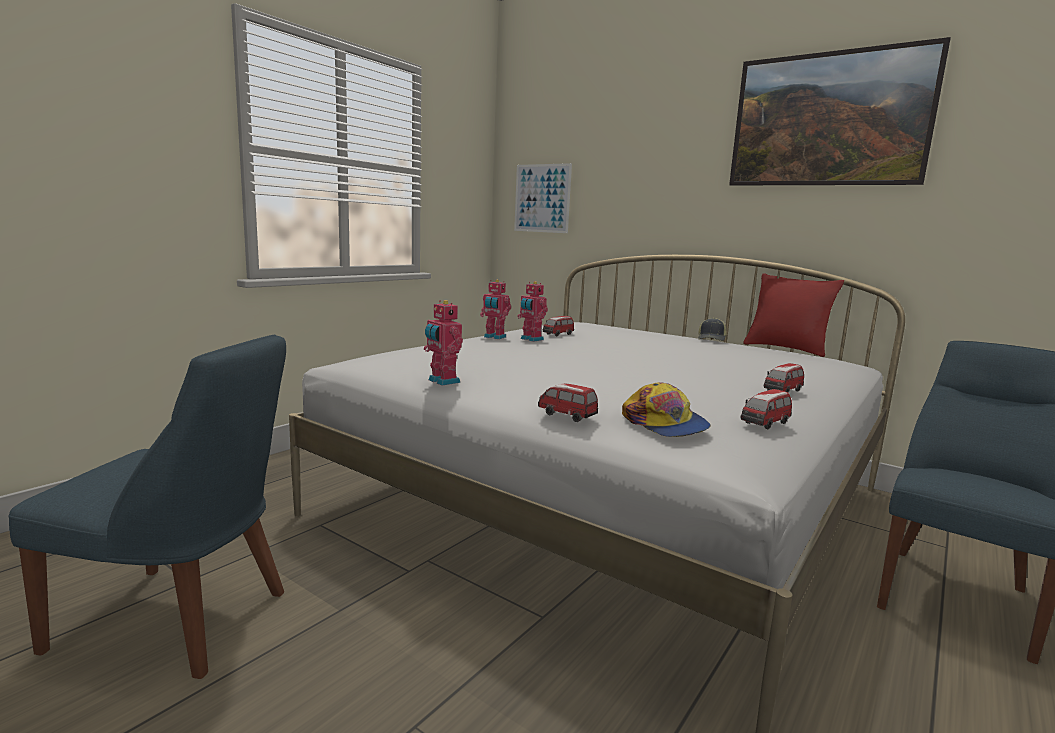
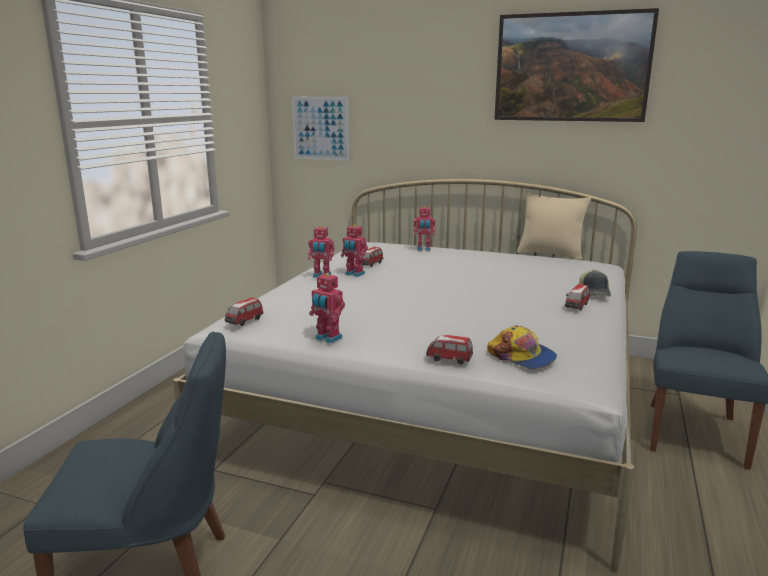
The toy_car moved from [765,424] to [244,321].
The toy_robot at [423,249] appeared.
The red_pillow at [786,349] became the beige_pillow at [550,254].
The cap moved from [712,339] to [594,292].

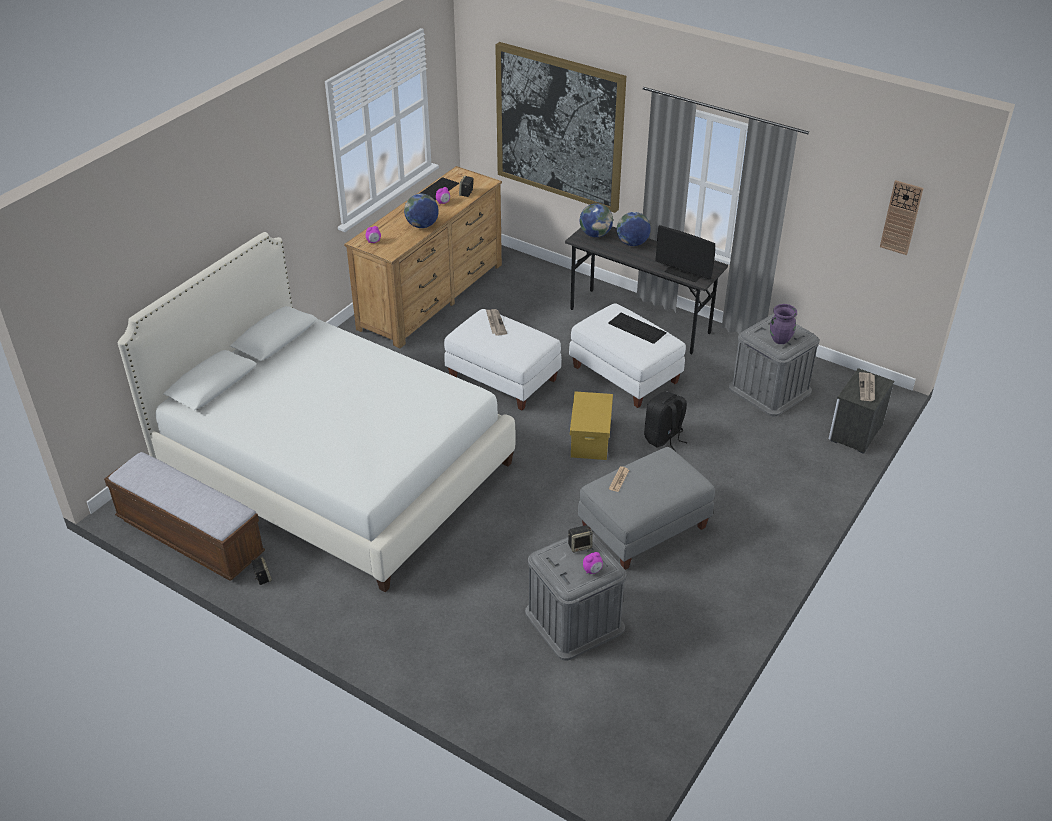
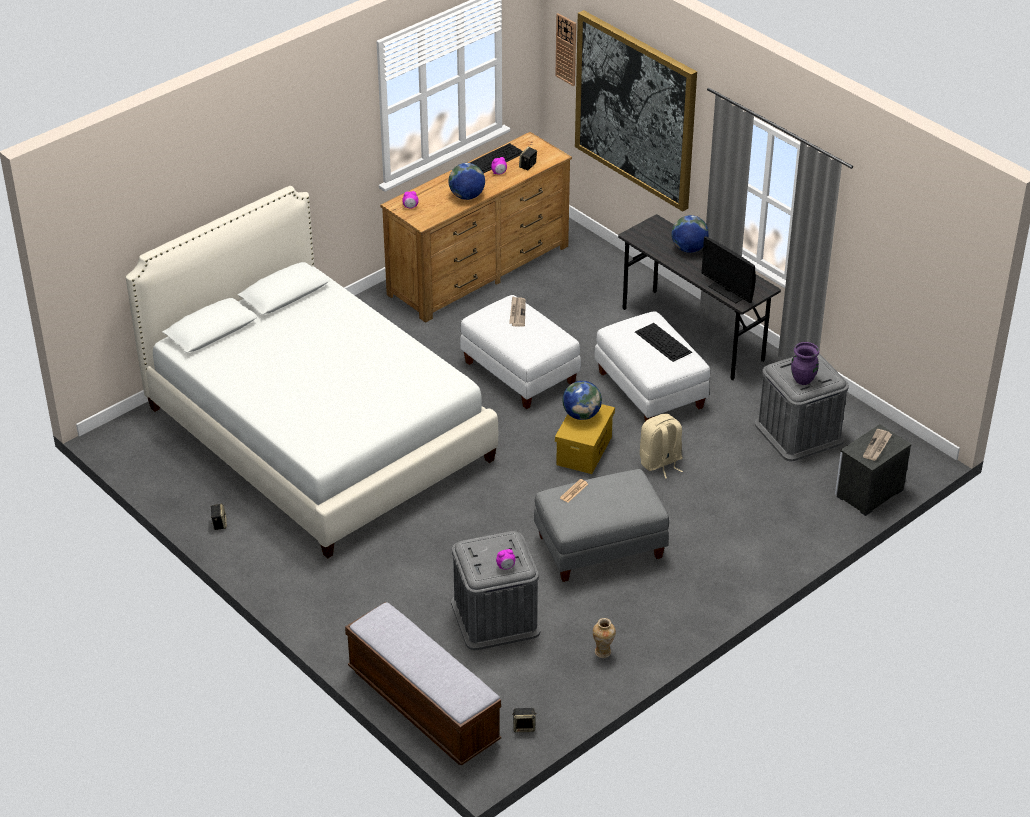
The bench moved from [190,537] to [423,705].
The speaker moved from [580,545] to [524,727].
The wall_clock moved from [901,217] to [566,49].
The globe moved from [595,234] to [581,415].
The vase at [603,652] appeared.
The black_backpack at [664,438] became the beige_backpack at [661,463].

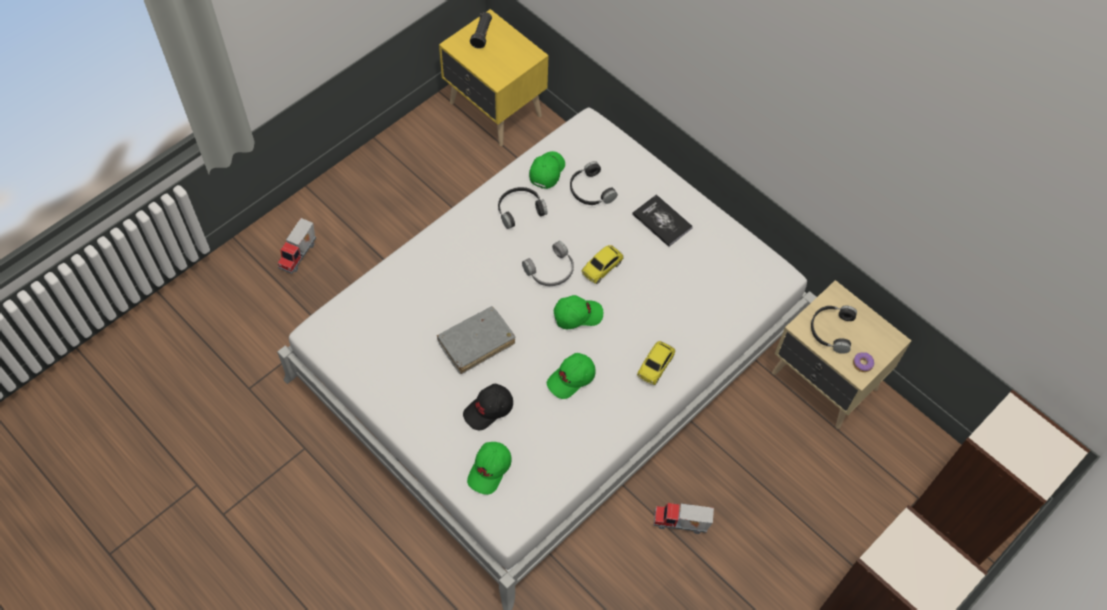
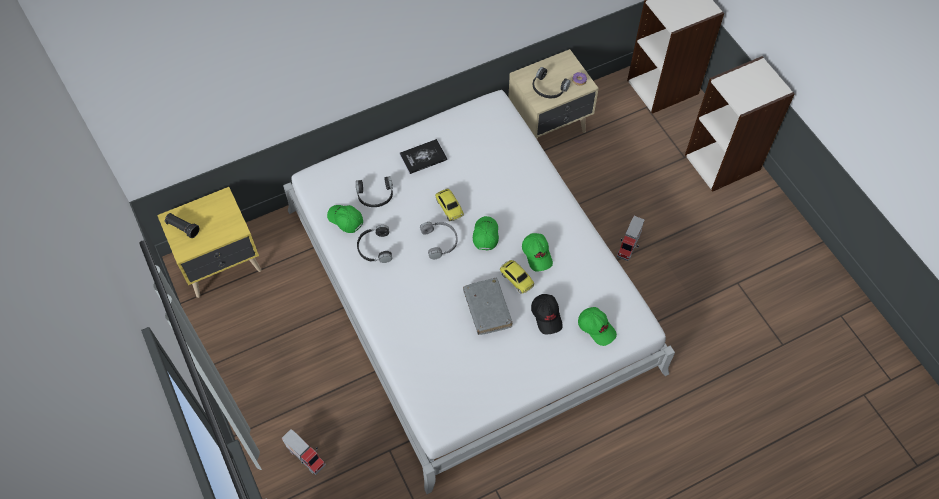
The toy_car moved from [656,365] to [516,279].

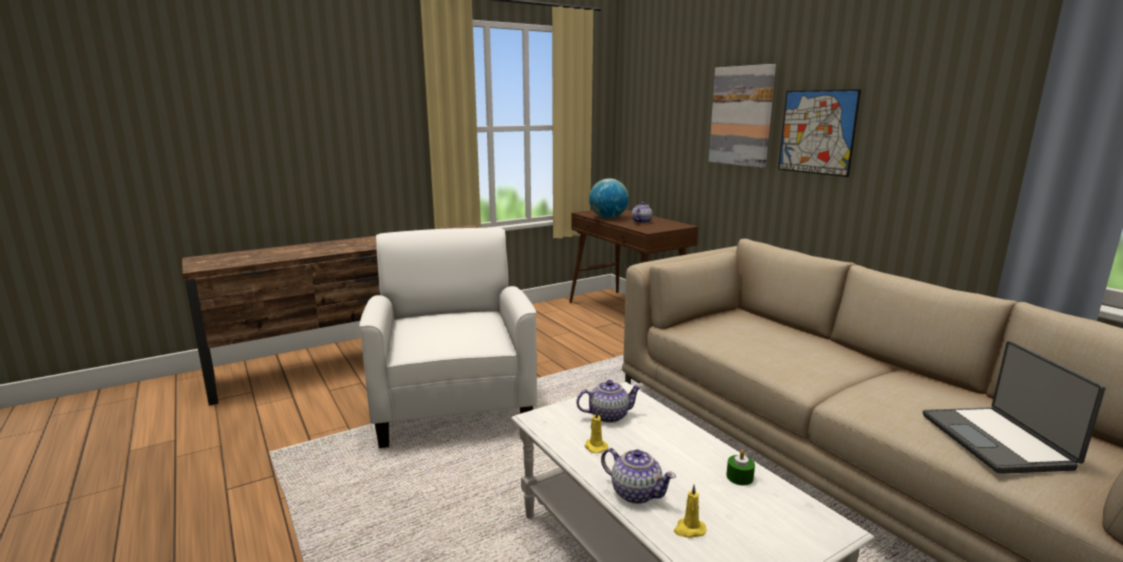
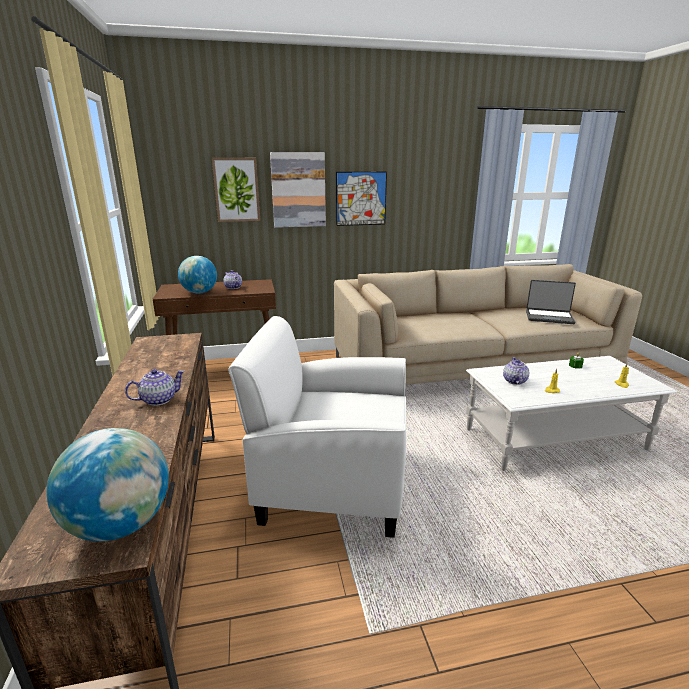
The globe at [121,524] appeared.
The teapot moved from [635,492] to [158,400].
The picture at [236,190] appeared.

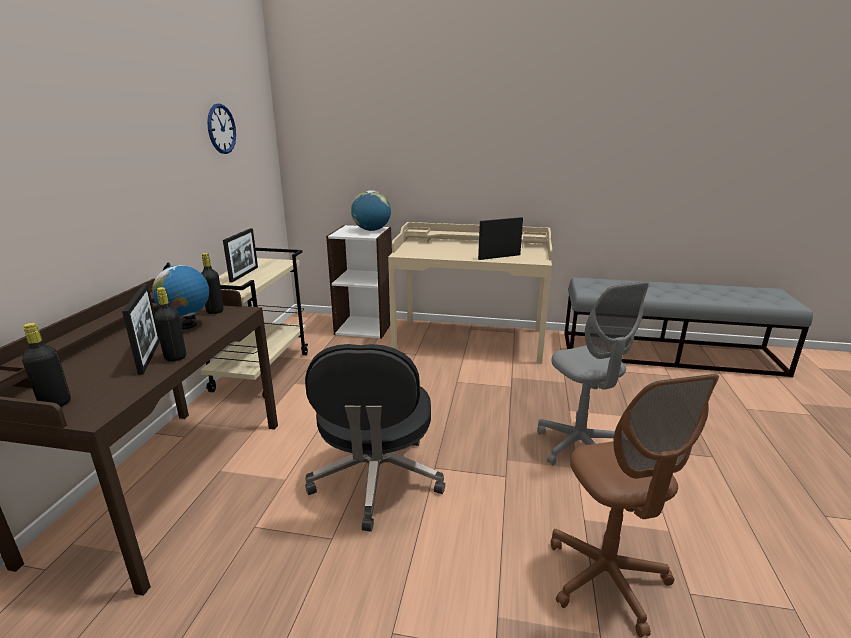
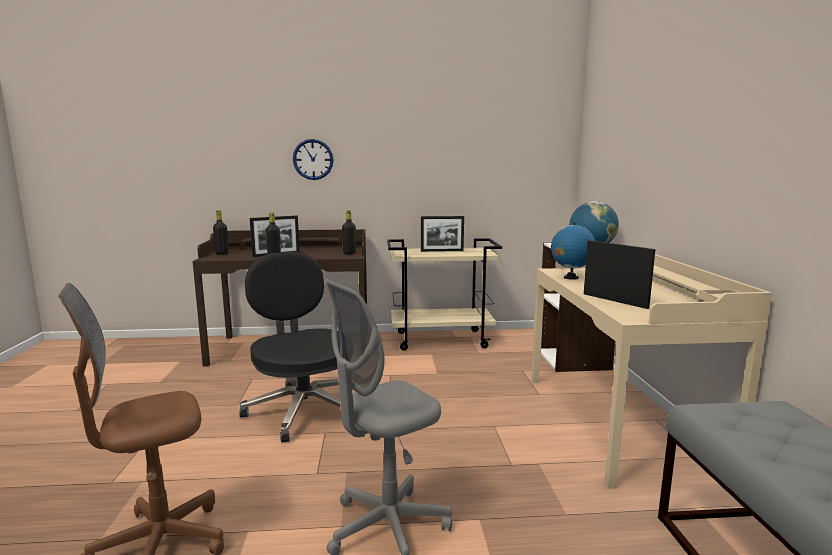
The black_office_chair at [376,480] turned 75 degrees clockwise.
The wall_clock moved from [221,129] to [313,159].
The globe moved from [188,326] to [570,278].

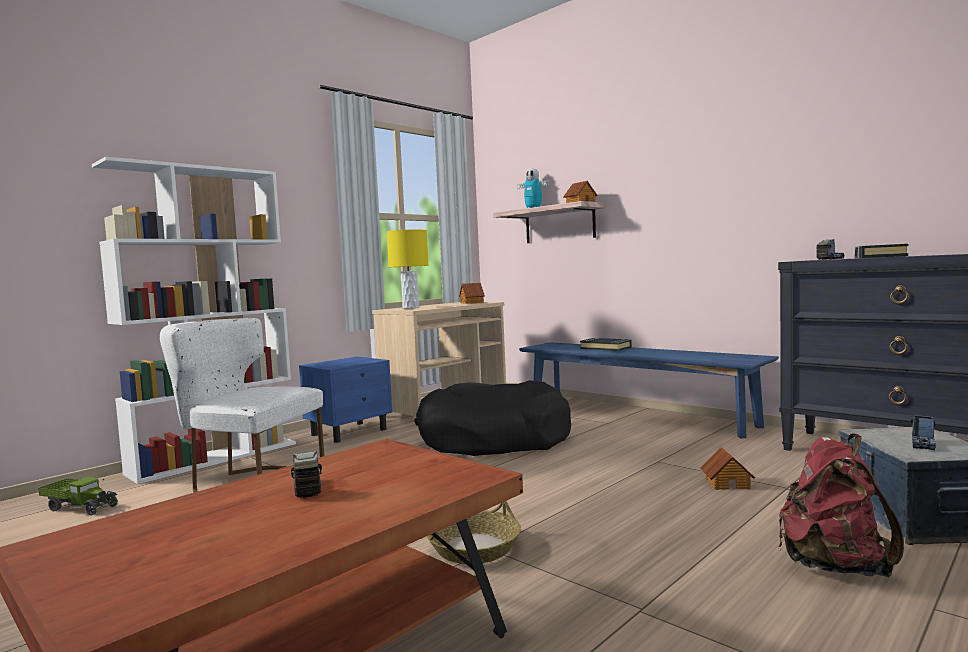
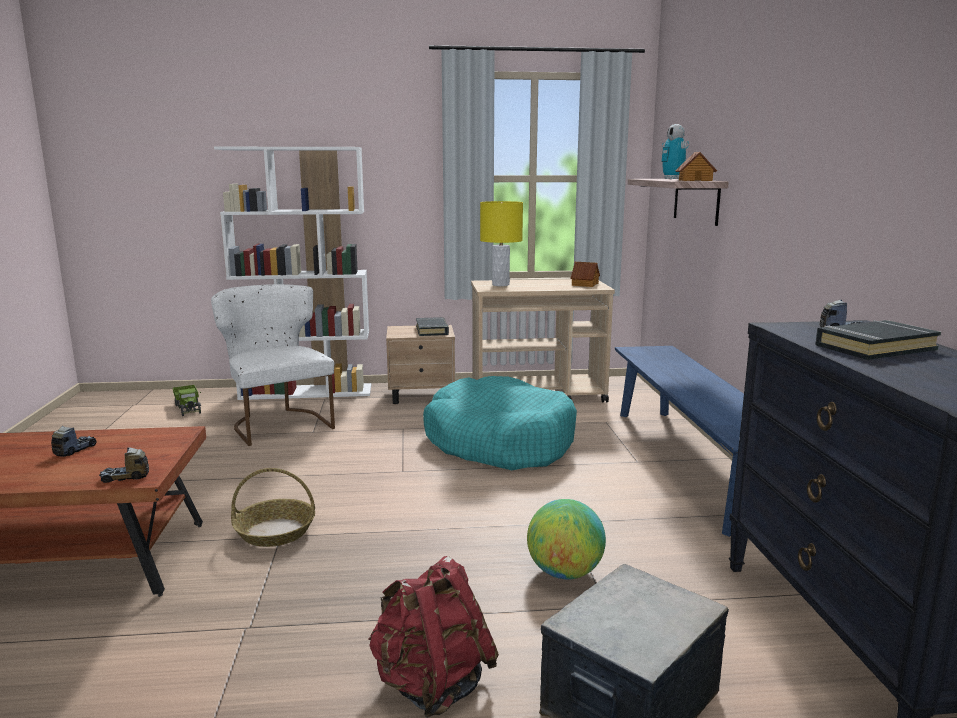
The toy_truck moved from [923,444] to [125,477].
The blue_nightstand at [350,432] became the beige_nightstand at [422,396].
The black_book moved from [606,348] to [432,330].
The black_dog_bed at [494,439] became the turquoise_dog_bed at [499,442].
The toy_house at [727,483] was replaced by the globe at [565,573].

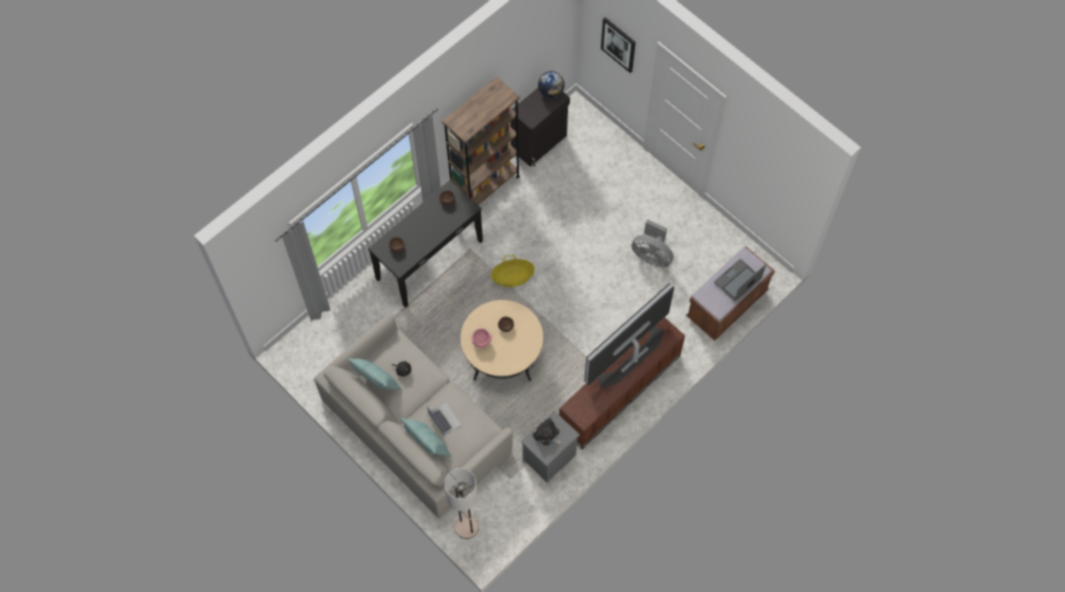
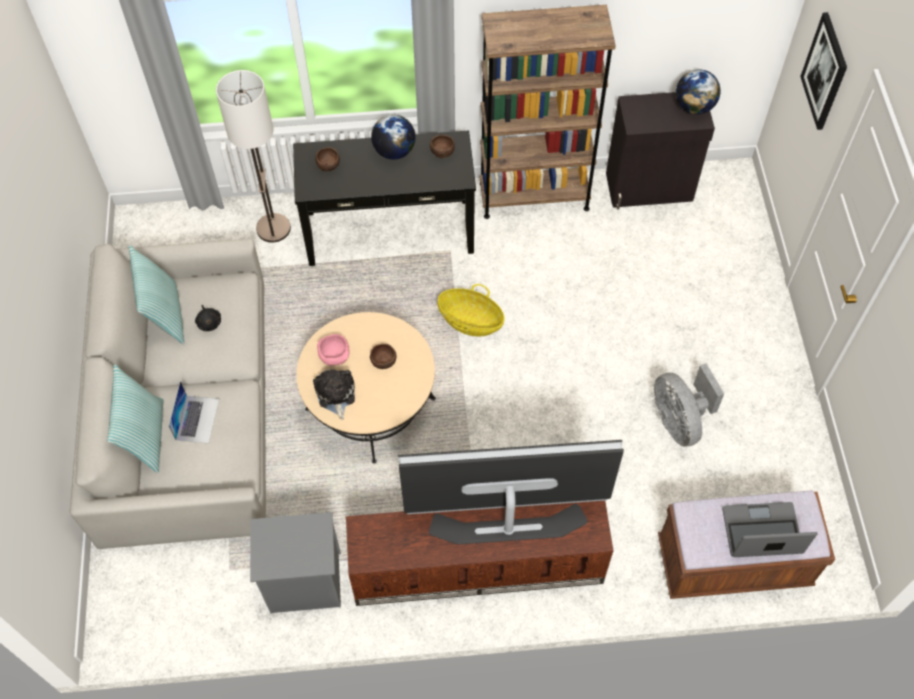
The floor_lamp moved from [466,527] to [273,228].
The plush_toy moved from [547,434] to [335,395].
The globe at [394,151] appeared.

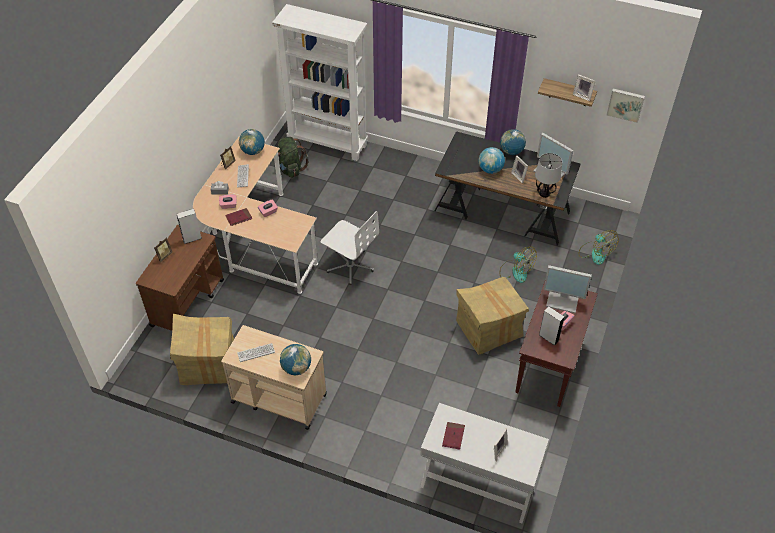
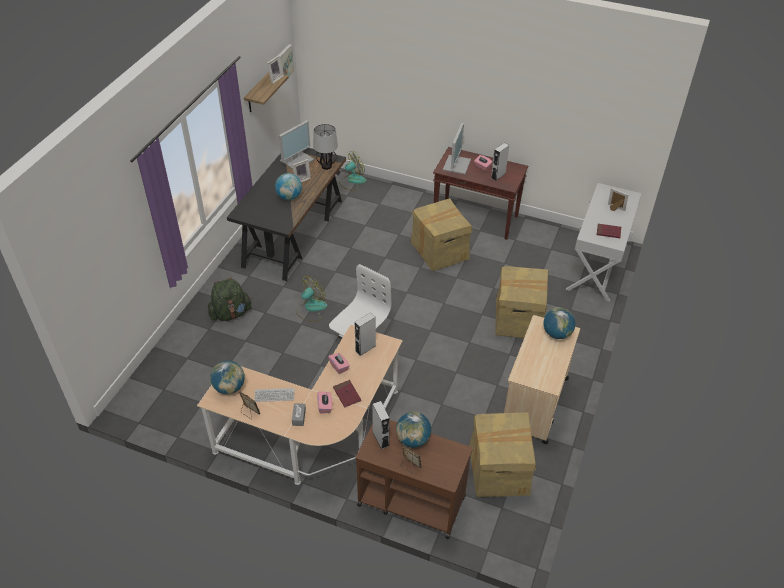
The green_backpack moved from [290,168] to [230,313].
The fan moved from [515,271] to [311,308].
The grey_speaker at [365,348] appeared.
The globe moved from [511,151] to [413,440].
The cardboard_box at [518,319] appeared.
The keyboard at [256,353] disappeared.
The white_bookcase at [328,143] disappeared.

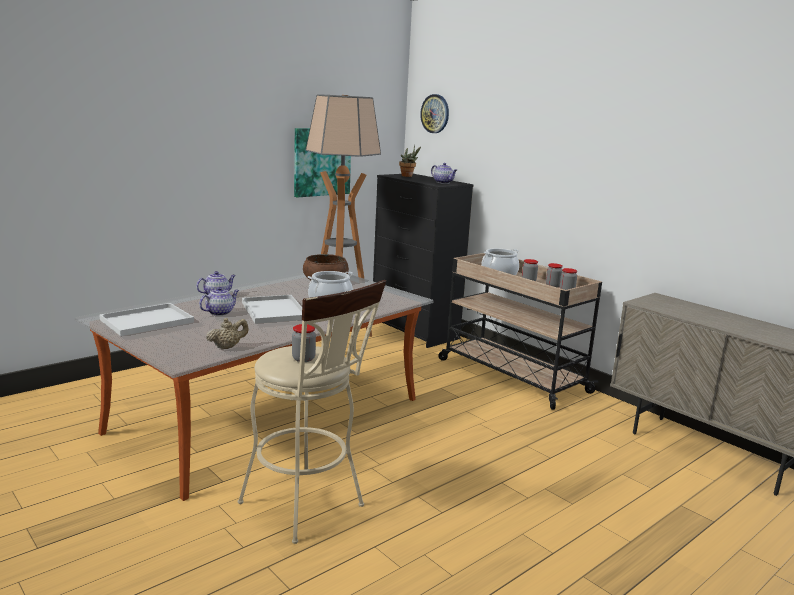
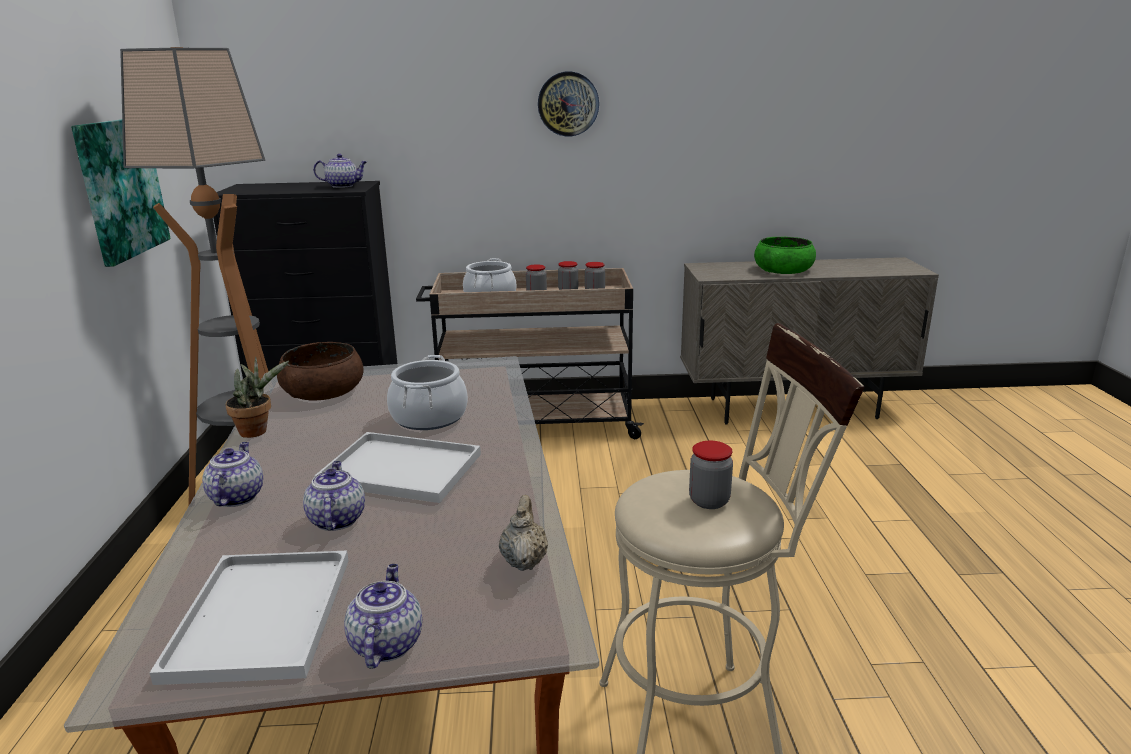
The potted_plant moved from [408,176] to [258,431].
The teapot at [386,644] appeared.
The wall_clock moved from [435,113] to [568,104].
The green_bowl at [783,270] appeared.

